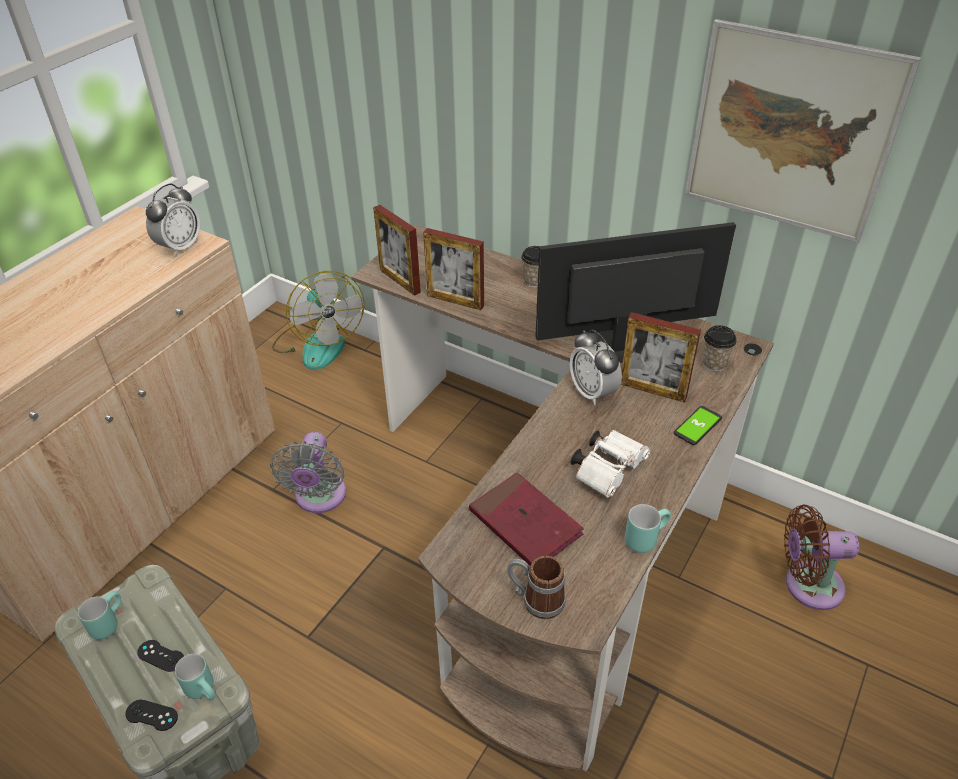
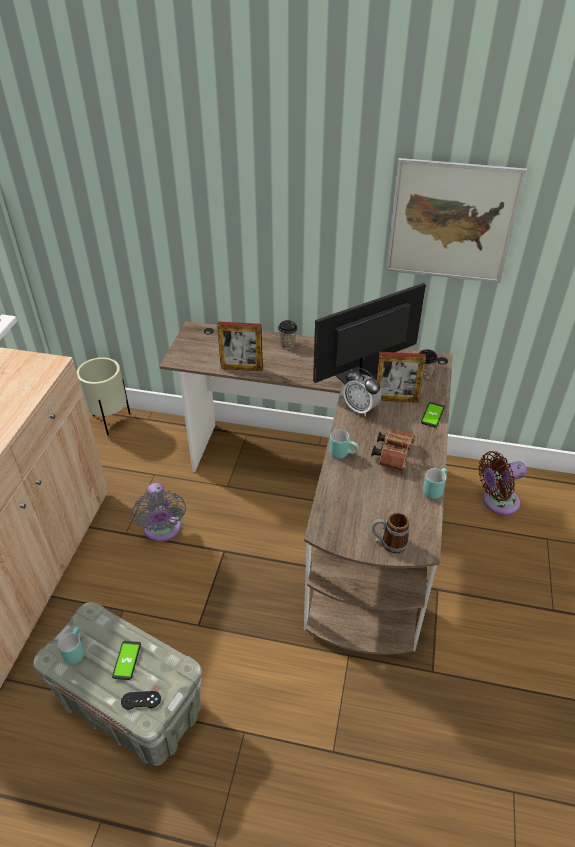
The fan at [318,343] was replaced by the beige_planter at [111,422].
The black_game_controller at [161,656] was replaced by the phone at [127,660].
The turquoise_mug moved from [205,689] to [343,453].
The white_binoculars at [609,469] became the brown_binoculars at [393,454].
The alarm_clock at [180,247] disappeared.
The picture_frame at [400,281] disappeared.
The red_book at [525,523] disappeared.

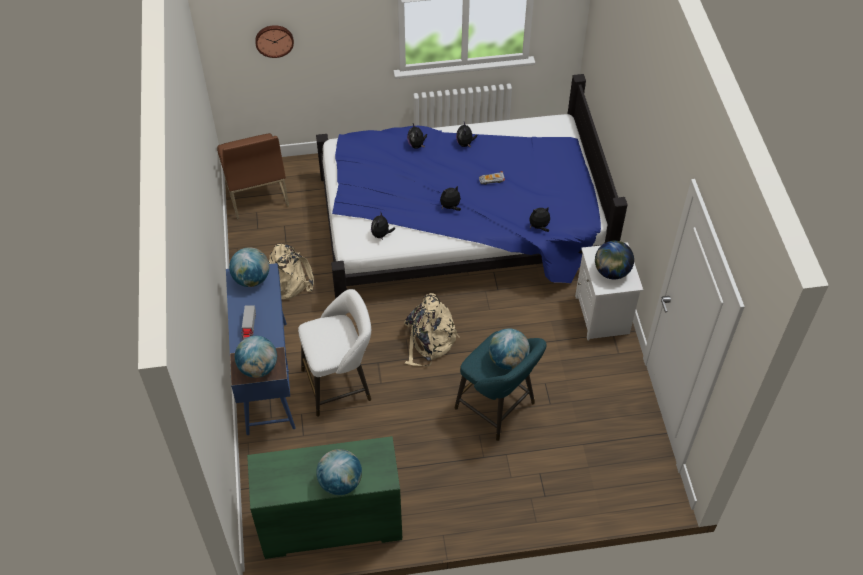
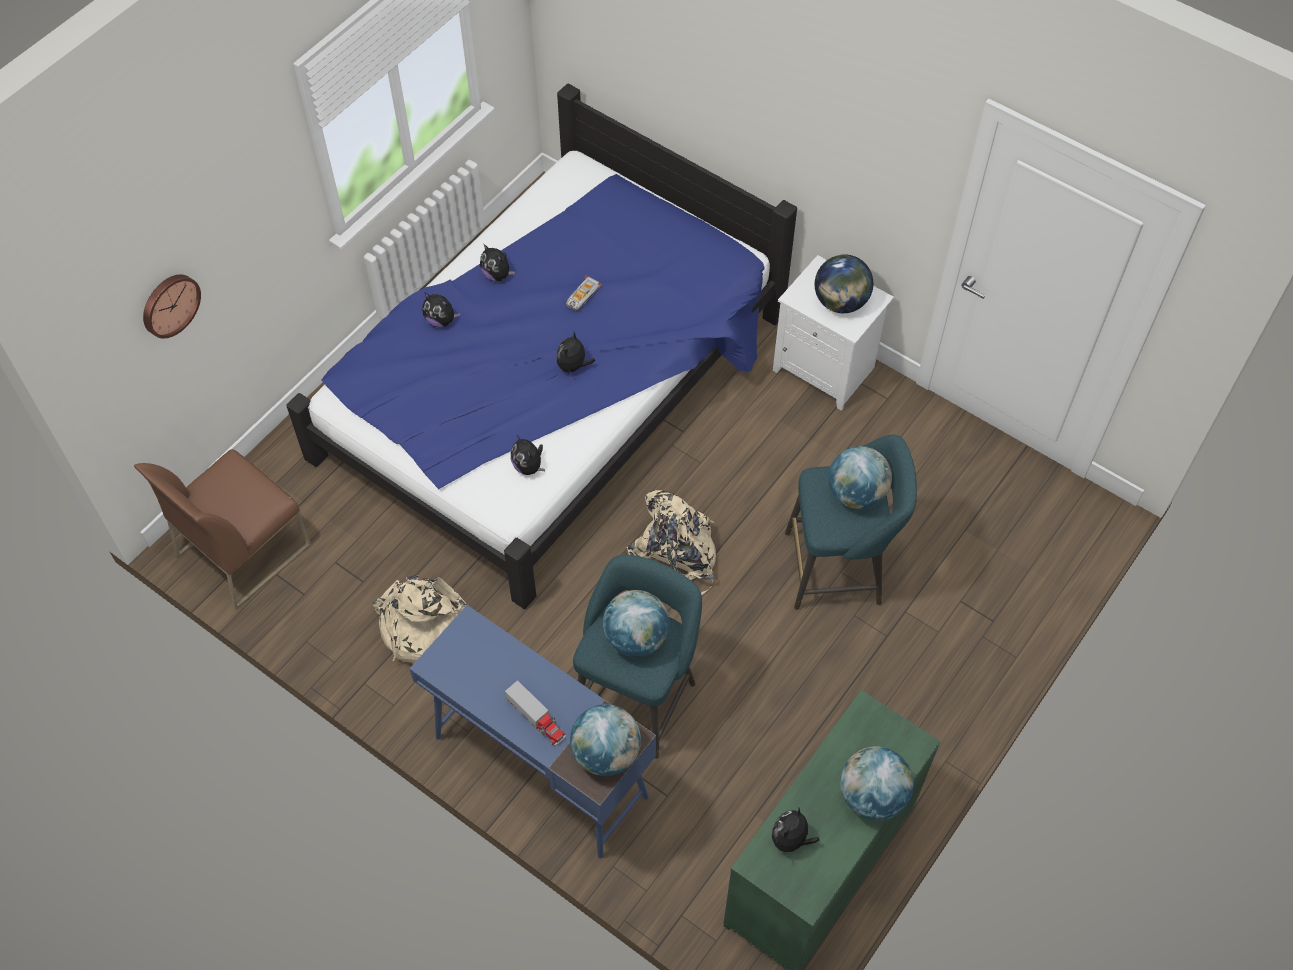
The brown_chair at [256,192] turned 105 degrees clockwise.
The white_stool at [340,384] became the turquoise_stool at [638,696].
The globe moved from [252,279] to [636,638].
The plush_toy moved from [539,227] to [790,840].

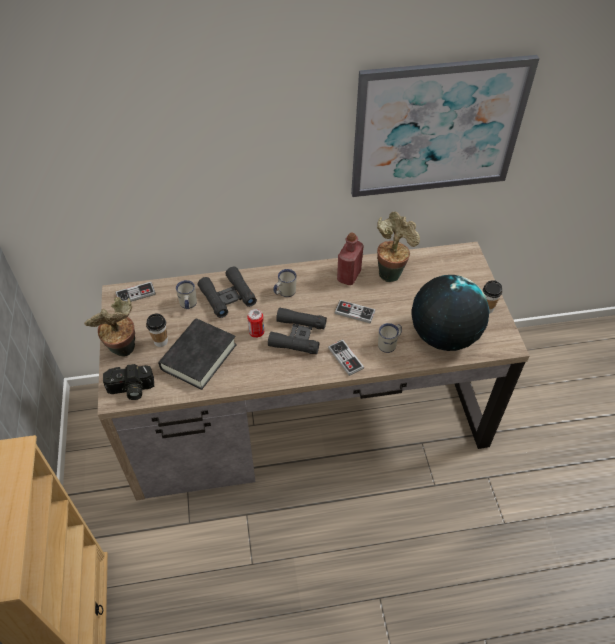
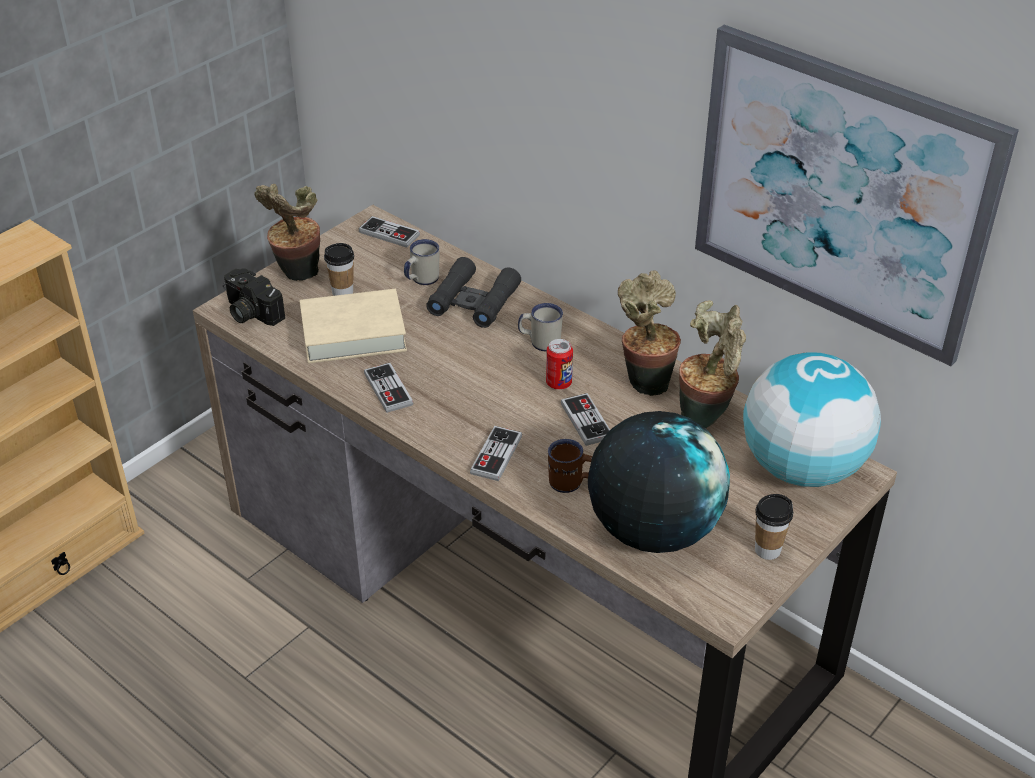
The black_book at [198,357] became the beige_book at [353,333].
The game_controller at [388,389] appeared.
The can moved from [256,332] to [558,383].
The white_mug at [389,344] became the brown_mug at [571,483].
The red_bottle at [349,276] was replaced by the potted_plant at [645,381].
The globe at [801,468] appeared.
The black_binoculars at [297,335] disappeared.

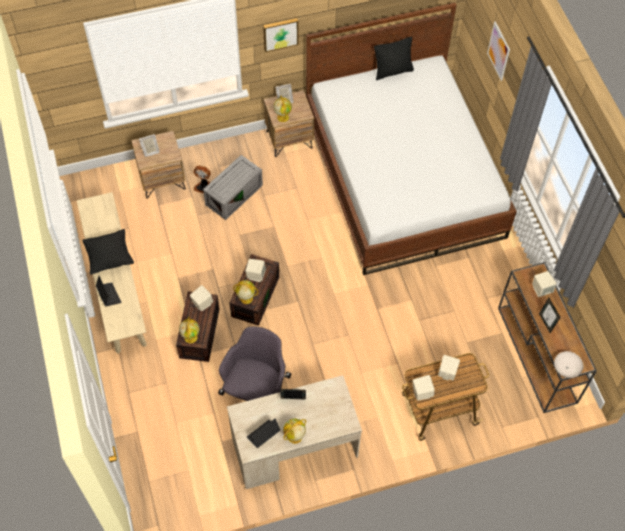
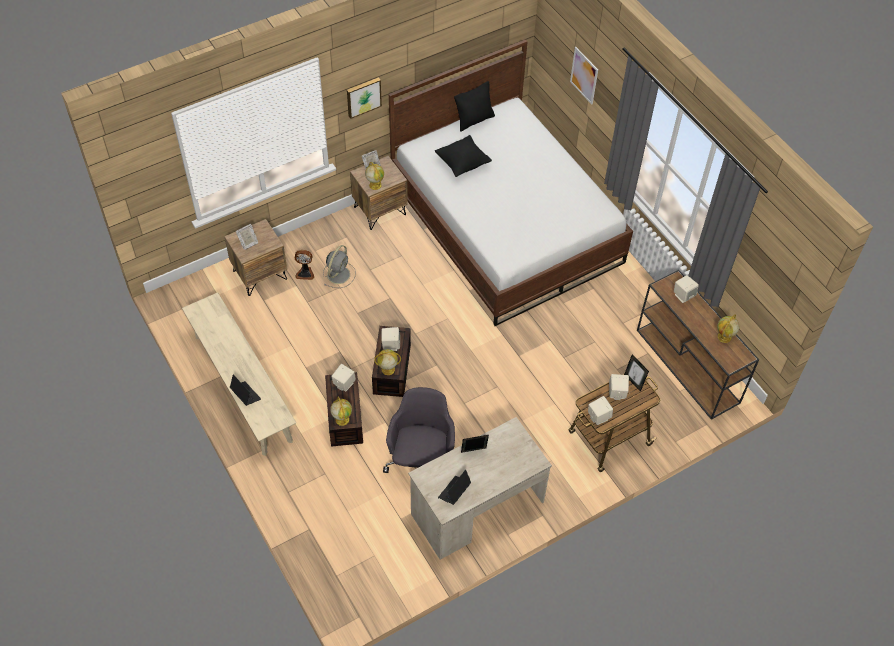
The grey_storage_box at [234,194] was replaced by the grey_fan at [339,274].
The black_pillow moved from [109,257] to [462,164].
The picture_frame moved from [546,322] to [633,382].
The globe moved from [294,437] to [724,337].
The white_bowl at [565,368] disappeared.

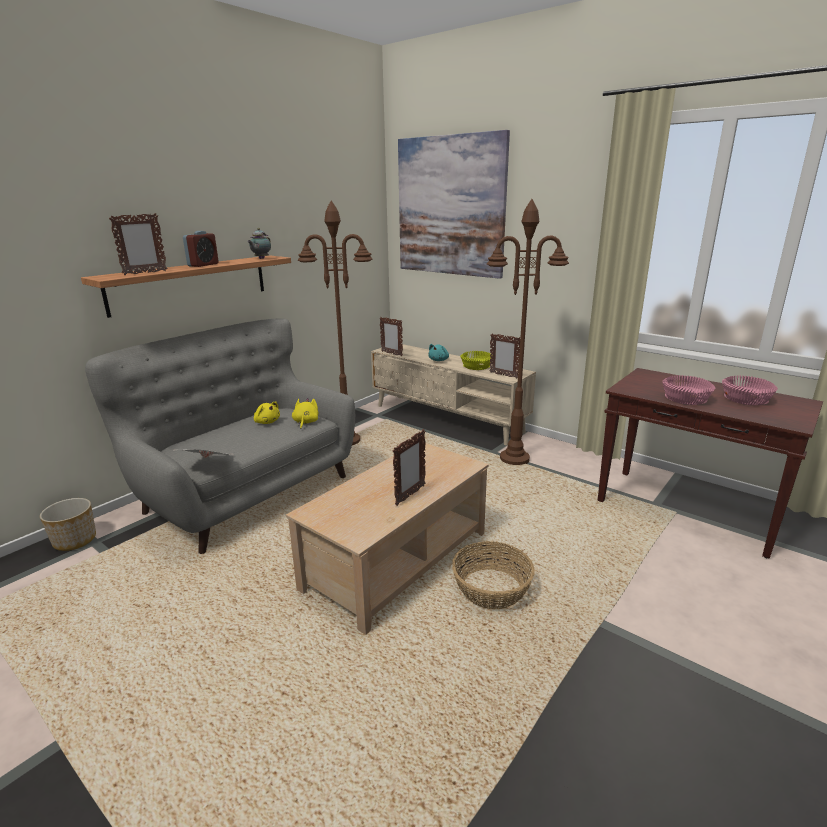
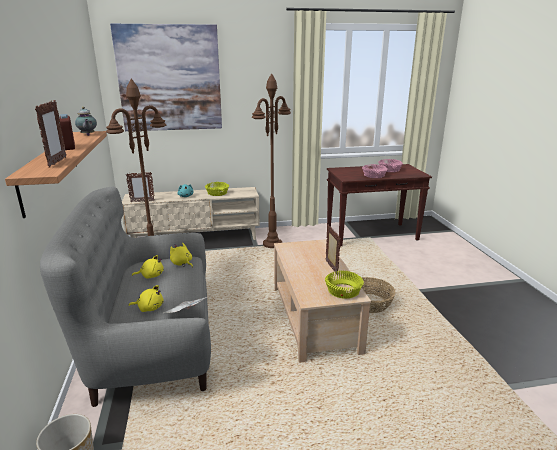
The yellow_plush_toy at [149,308] appeared.
The yellow_bowl at [343,291] appeared.
The picture_frame at [503,375] disappeared.

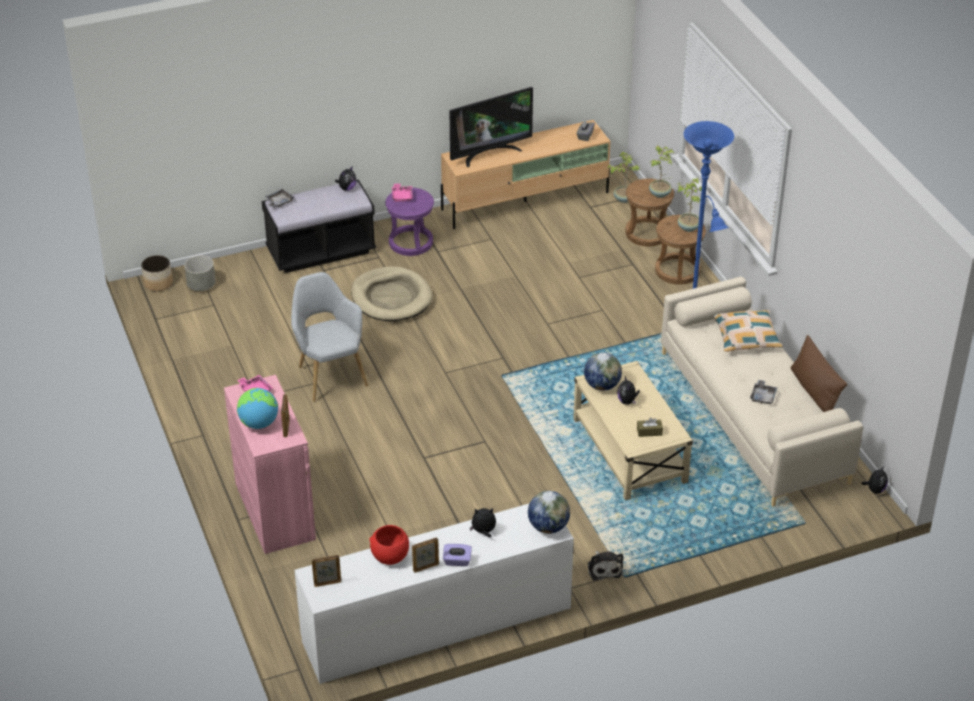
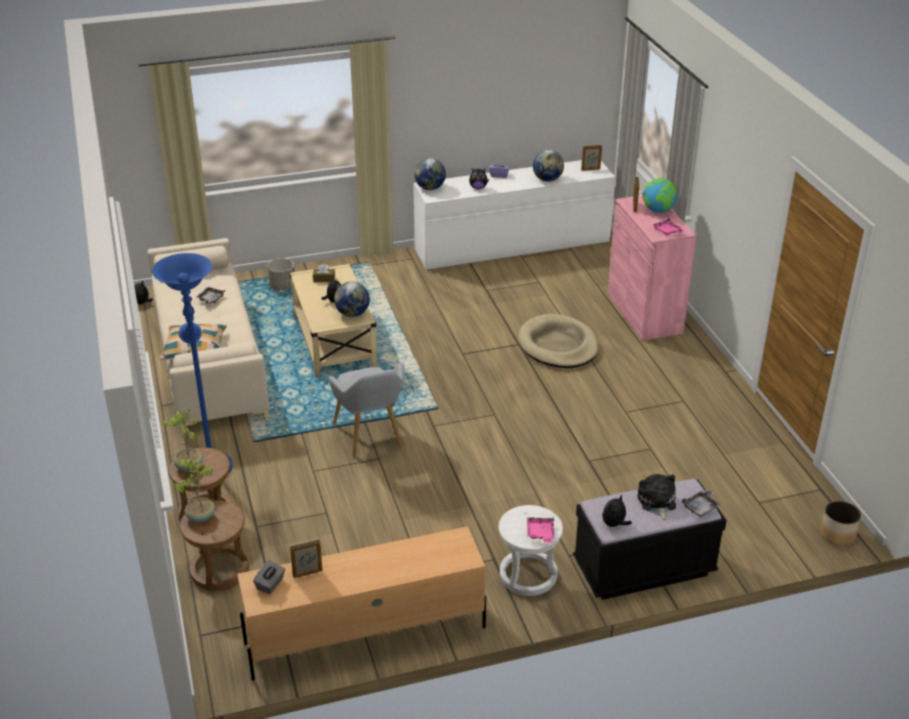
The grey_planter moved from [201,285] to [282,286].
The picture_frame moved from [425,567] to [308,573].
The grey_armchair moved from [329,374] to [370,438].
The purple_stool at [410,242] became the white_stool at [528,575].
The beige_dog_bed moved from [391,298] to [558,345].
The red_bowl at [389,556] was replaced by the globe at [547,179].
The plush_toy moved from [604,568] to [657,502].
The television at [489,153] disappeared.
The potted_plant at [623,199] disappeared.
The brown_pillow at [814,391] disappeared.

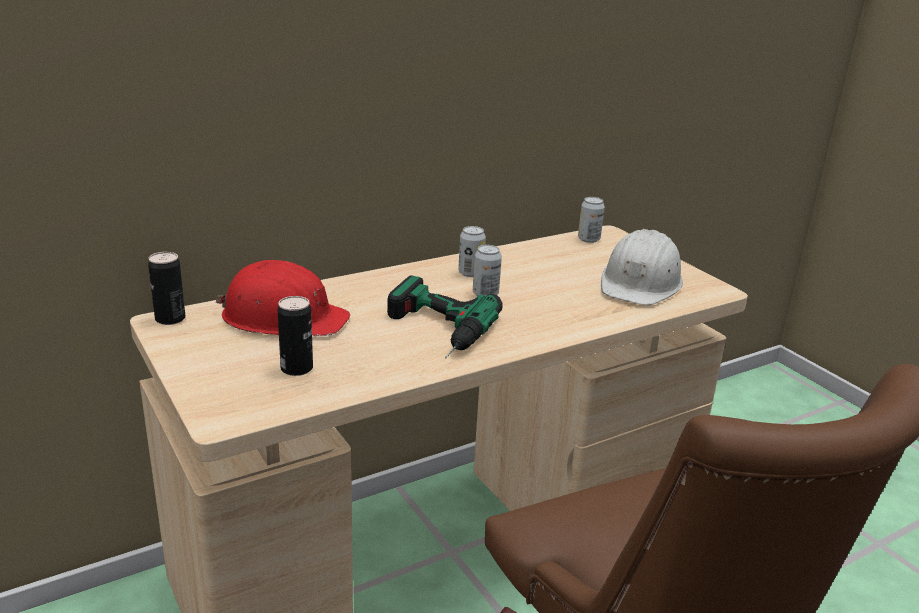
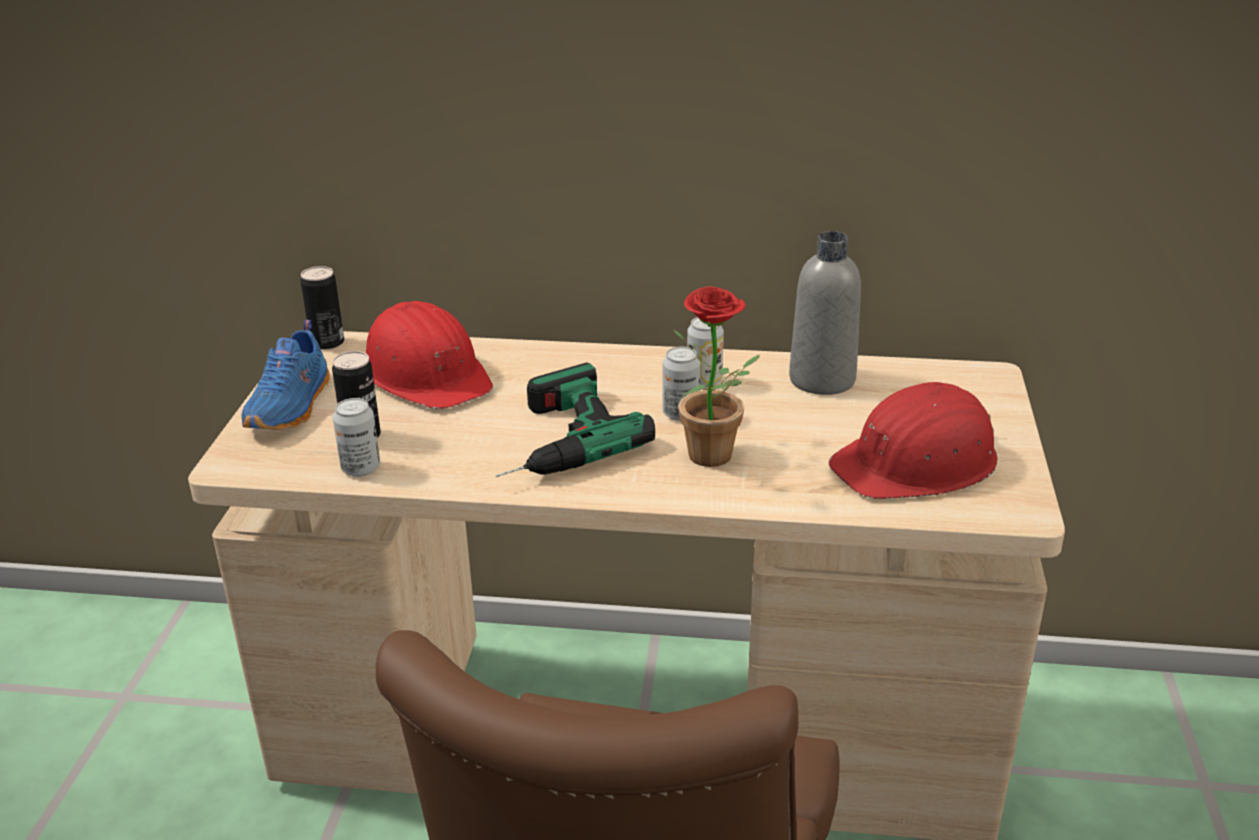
The blue_shoe at [292,406] appeared.
The can moved from [588,239] to [360,468].
The potted_plant at [714,460] appeared.
The grey_bottle at [822,379] appeared.
The white_hard_hat at [641,282] became the red_hard_hat at [918,463].

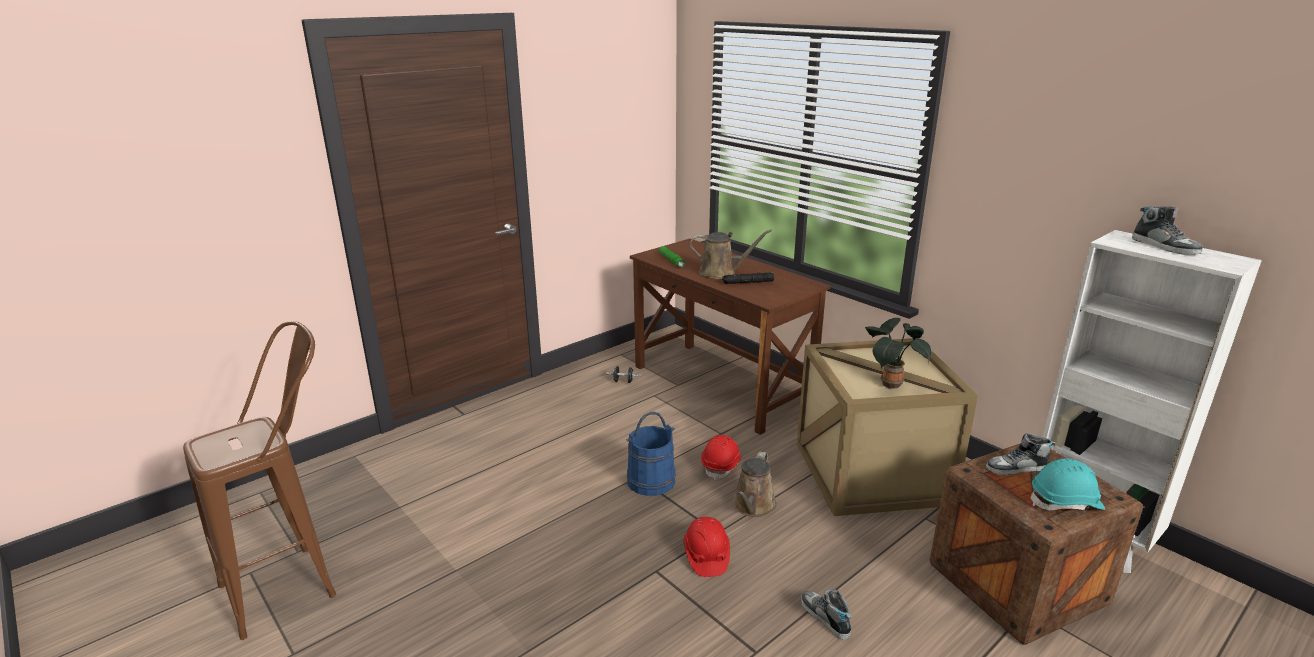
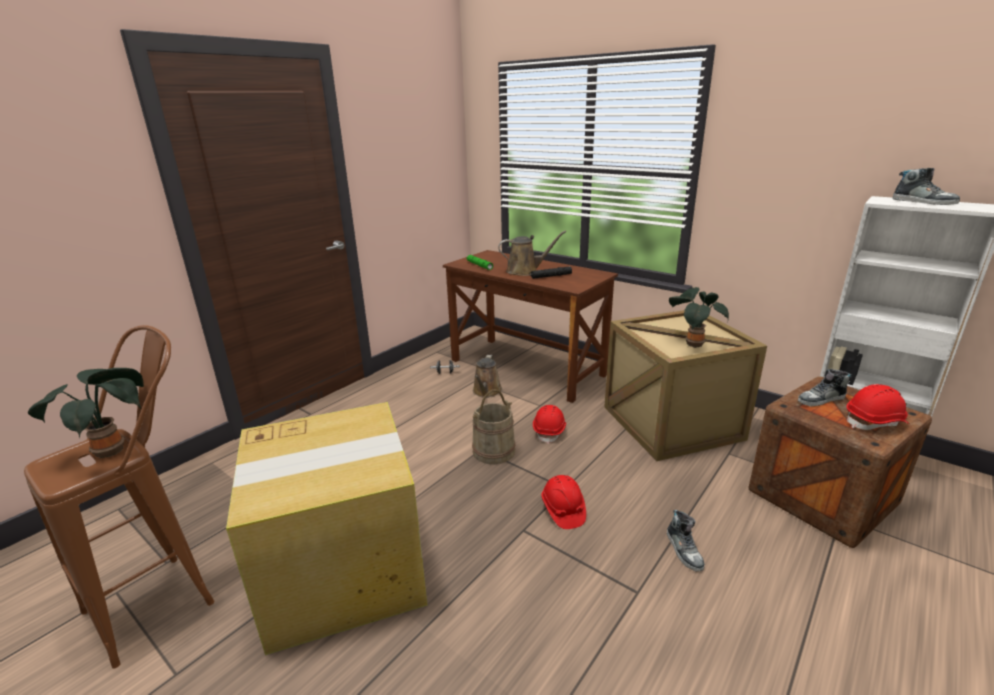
The potted_plant at [113,449] appeared.
The cardboard_box at [345,569] appeared.
The blue_bucket at [651,480] became the beige_bucket at [493,451].
The brown_watering_can moved from [753,506] to [486,392].
The shoe at [825,618] turned 150 degrees counterclockwise.
The turquoise_hard_hat at [1066,502] became the red_hard_hat at [875,422].

